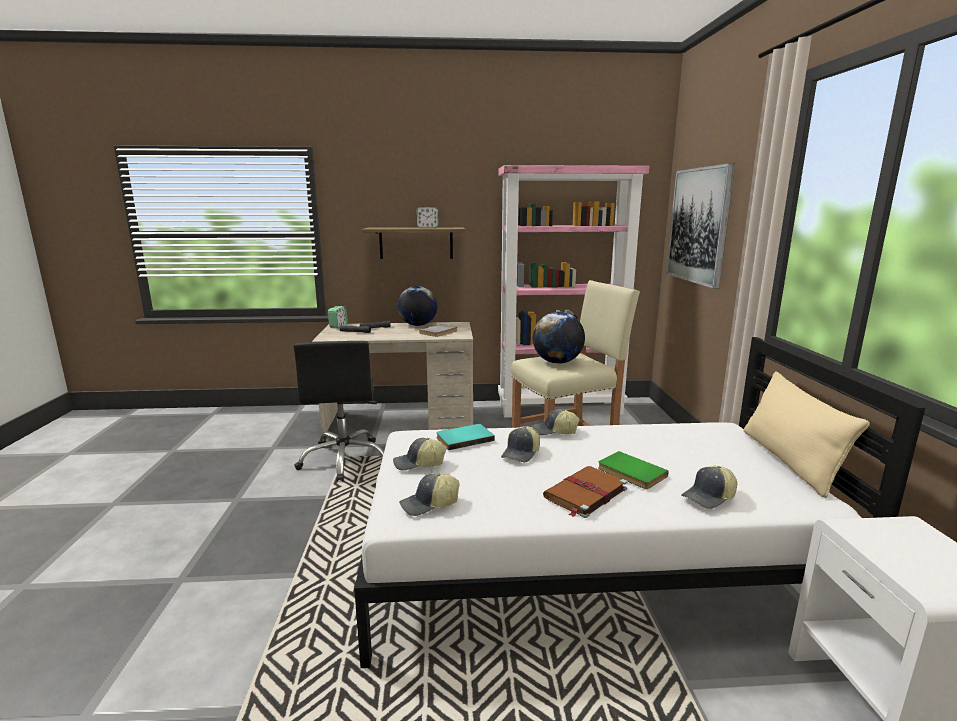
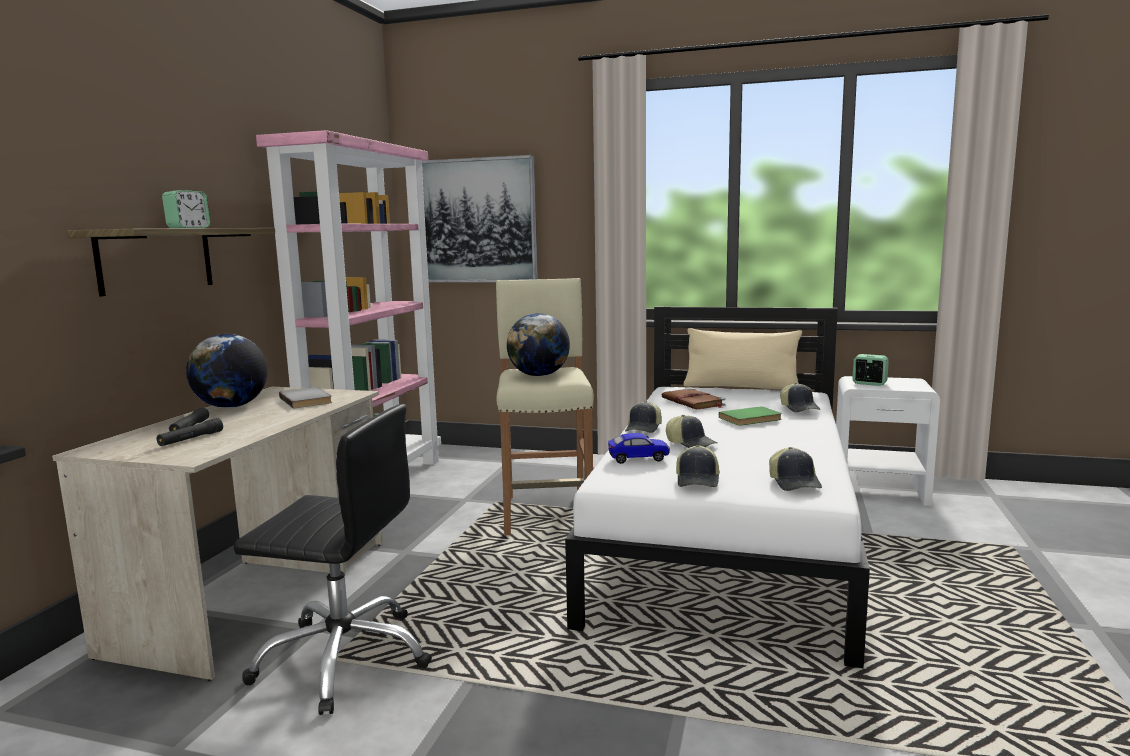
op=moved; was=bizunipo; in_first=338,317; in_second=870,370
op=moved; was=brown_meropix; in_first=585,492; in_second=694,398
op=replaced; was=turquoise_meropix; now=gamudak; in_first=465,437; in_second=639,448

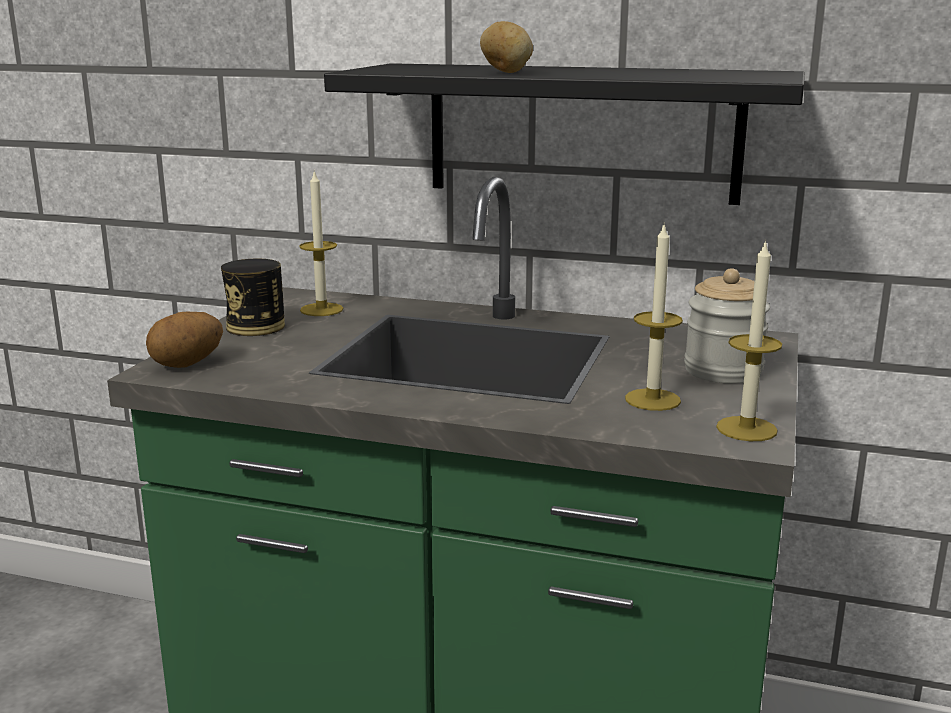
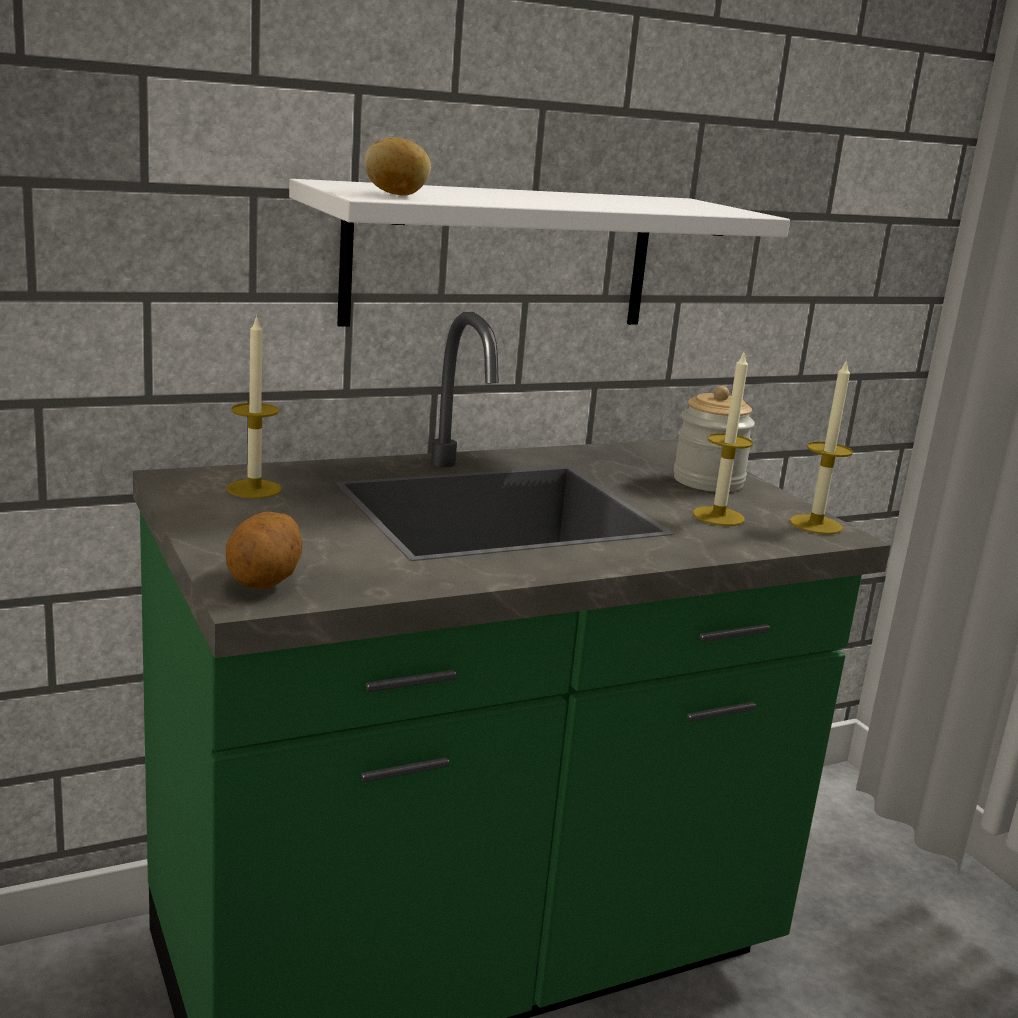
op=removed; was=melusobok; in_first=253,297
op=moved; was=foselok; in_first=506,47; in_second=397,166
op=recoloured; was=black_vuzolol; now=white_vuzolol; in_first=564,134; in_second=539,253

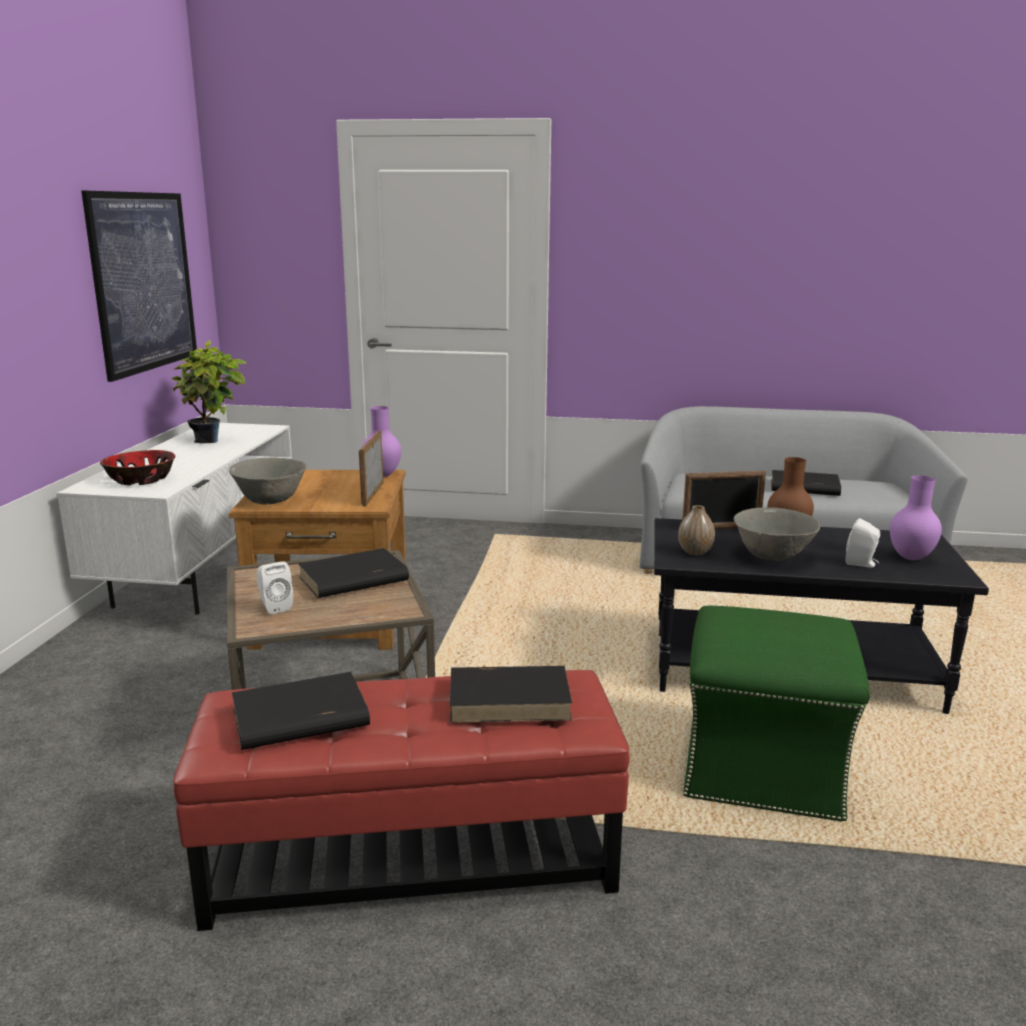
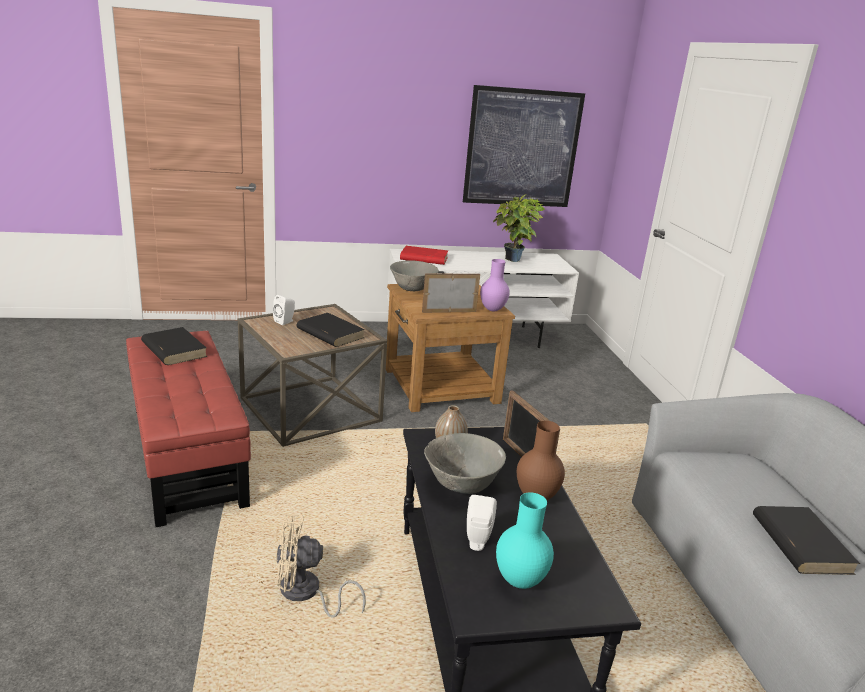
op=removed; was=black_meropix; in_first=511,694
op=replaced; was=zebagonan; now=red_meropix; in_first=137,468; in_second=424,255
op=replaced; was=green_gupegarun; now=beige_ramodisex; in_first=776,713; in_second=321,566
op=recoloured; was=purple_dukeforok; now=turquoise_dukeforok; in_first=916,517; in_second=525,540

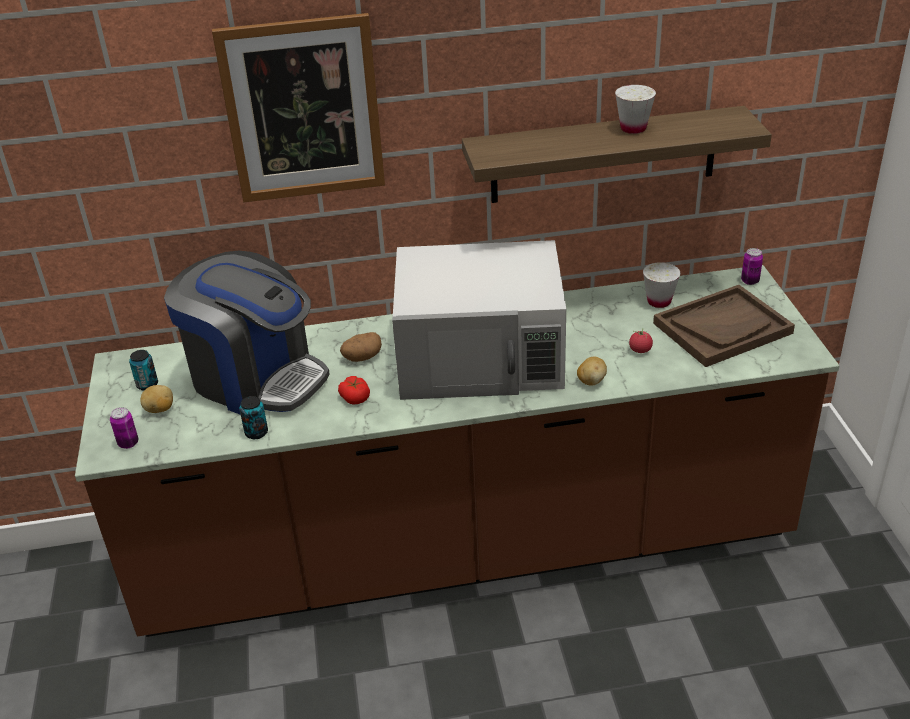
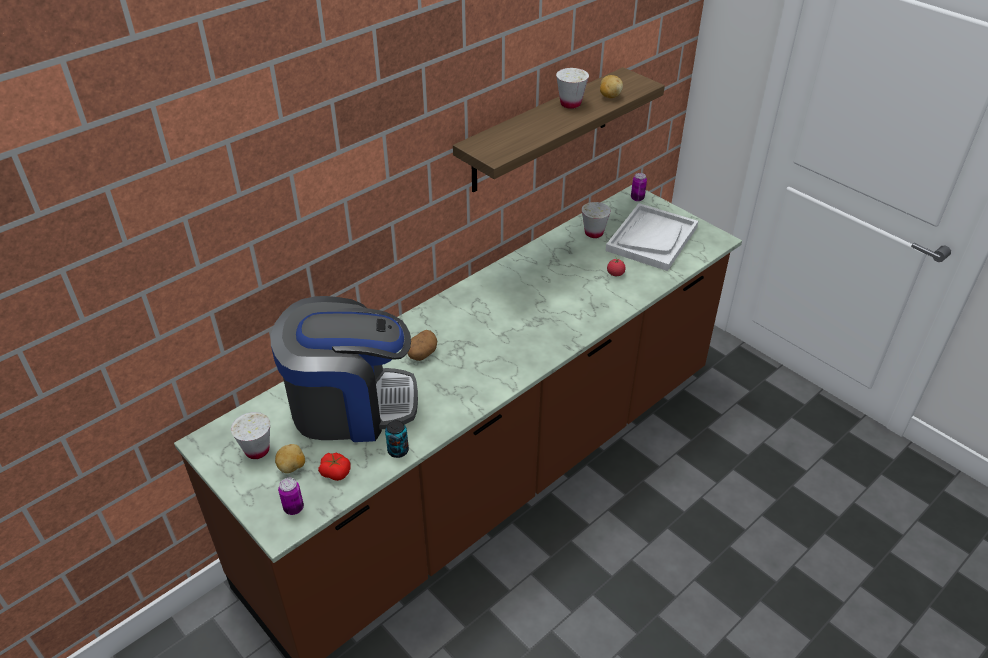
op=removed; was=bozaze; in_first=298,107
op=removed; was=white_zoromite; in_first=479,320
op=moved; was=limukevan; in_first=354,390; in_second=334,467
op=moved; was=foselok; in_first=592,371; in_second=611,86
op=replaced; was=melusobok; now=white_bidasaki; in_first=143,370; in_second=250,435
op=recoloured; was=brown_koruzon; now=white_koruzon; in_first=724,326; in_second=651,237

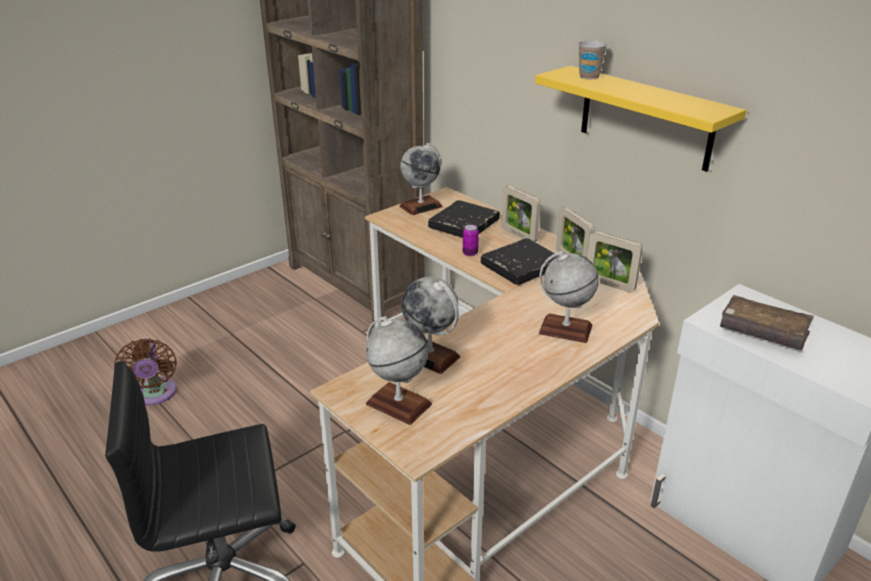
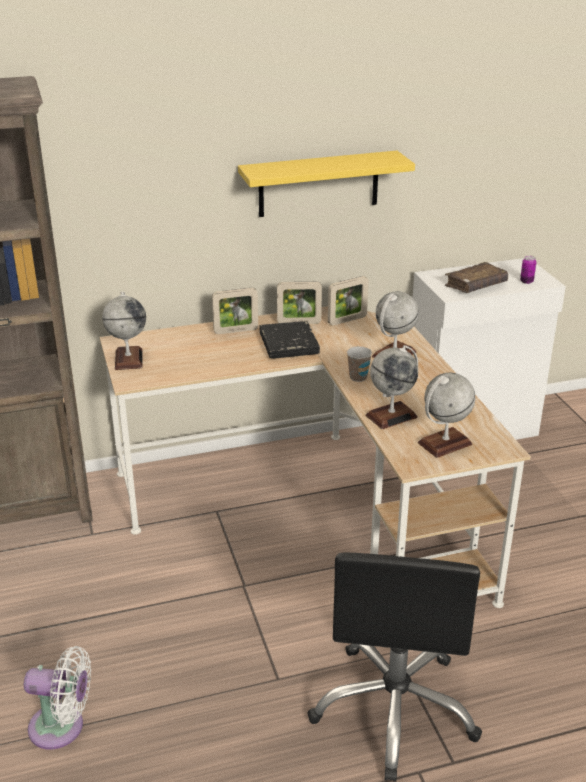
op=removed; was=black_meropix; in_first=464,219
op=moved; was=melusobok; in_first=471,240; in_second=528,270
op=moved; was=bidasaki; in_first=592,60; in_second=359,364
op=recoloured; was=brown_ramodisex; now=white_ramodisex; in_first=145,371; in_second=57,697

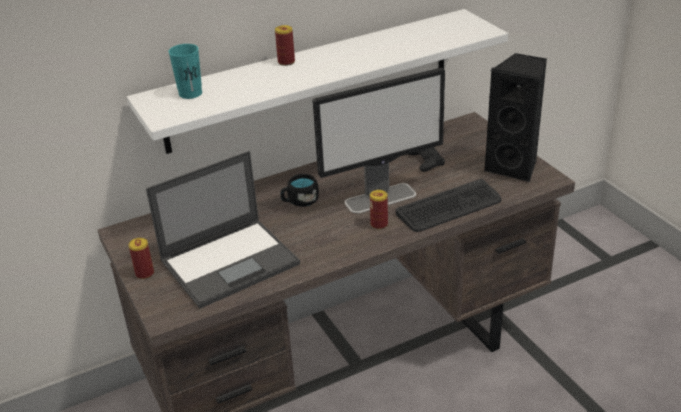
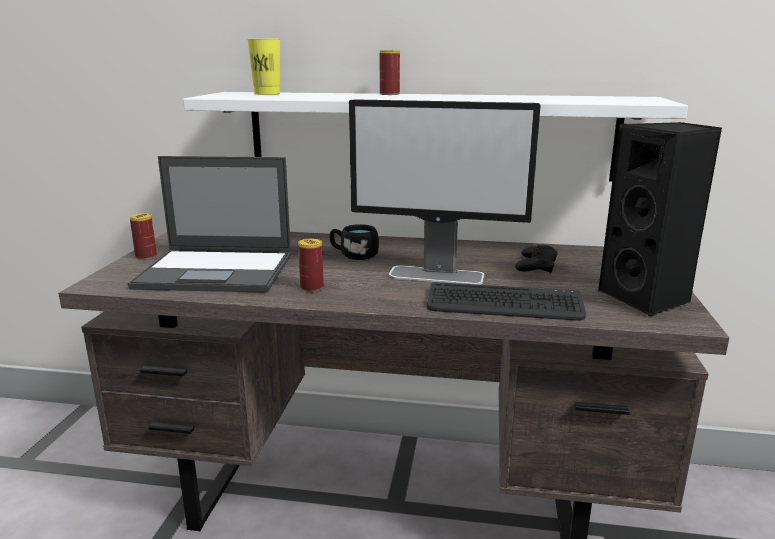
op=moved; was=melusobok; in_first=379,209; in_second=311,265
op=recoloured; was=turquoise_bidasaki; now=yellow_bidasaki; in_first=185,71; in_second=264,67

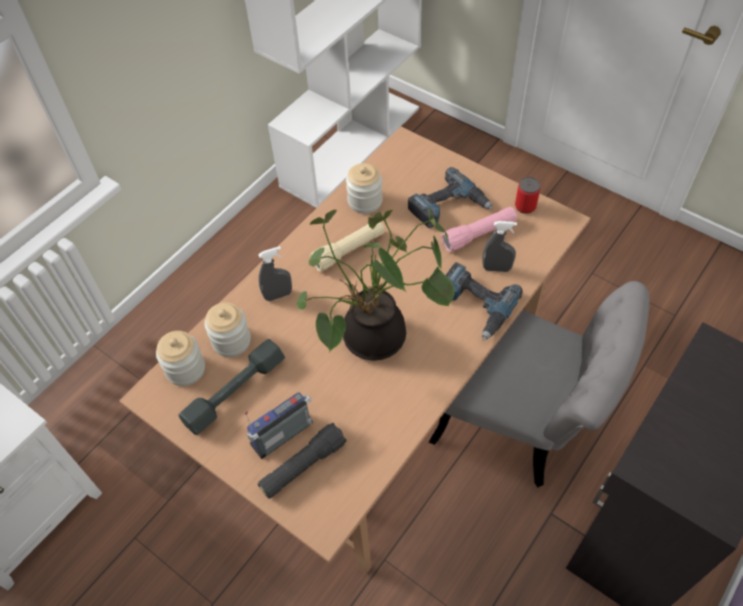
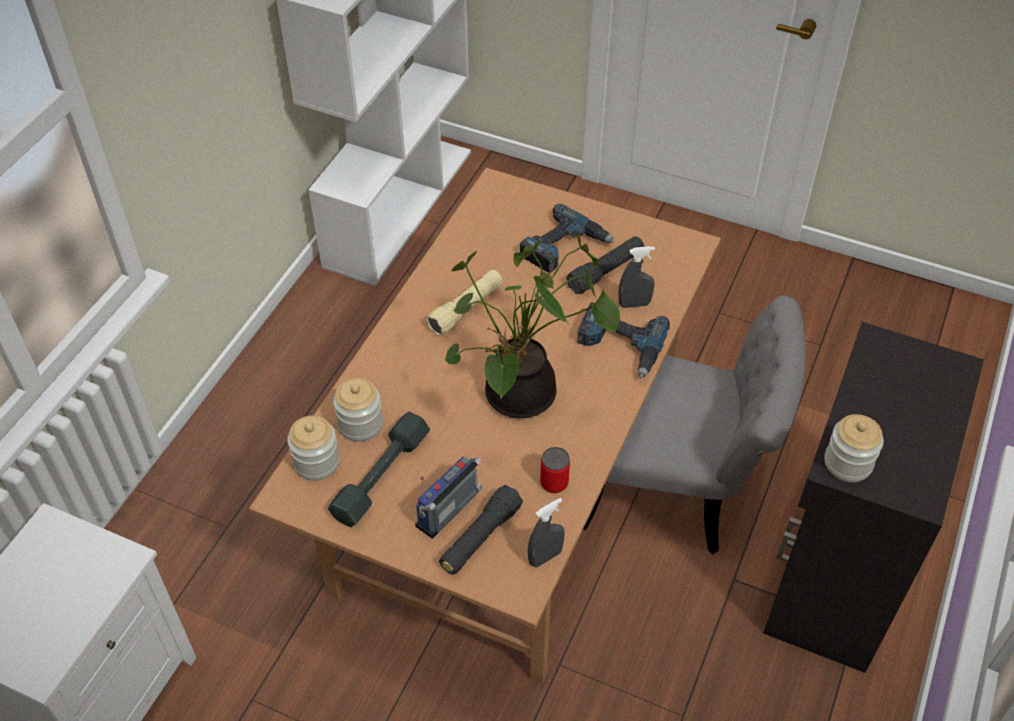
op=moved; was=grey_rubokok; in_first=275,273; in_second=546,532
op=moved; was=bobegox; in_first=364,188; in_second=854,448
op=moved; was=melusobok; in_first=527,195; in_second=555,470
op=recoloured; was=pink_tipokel; now=black_tipokel; in_first=479,229; in_second=605,265

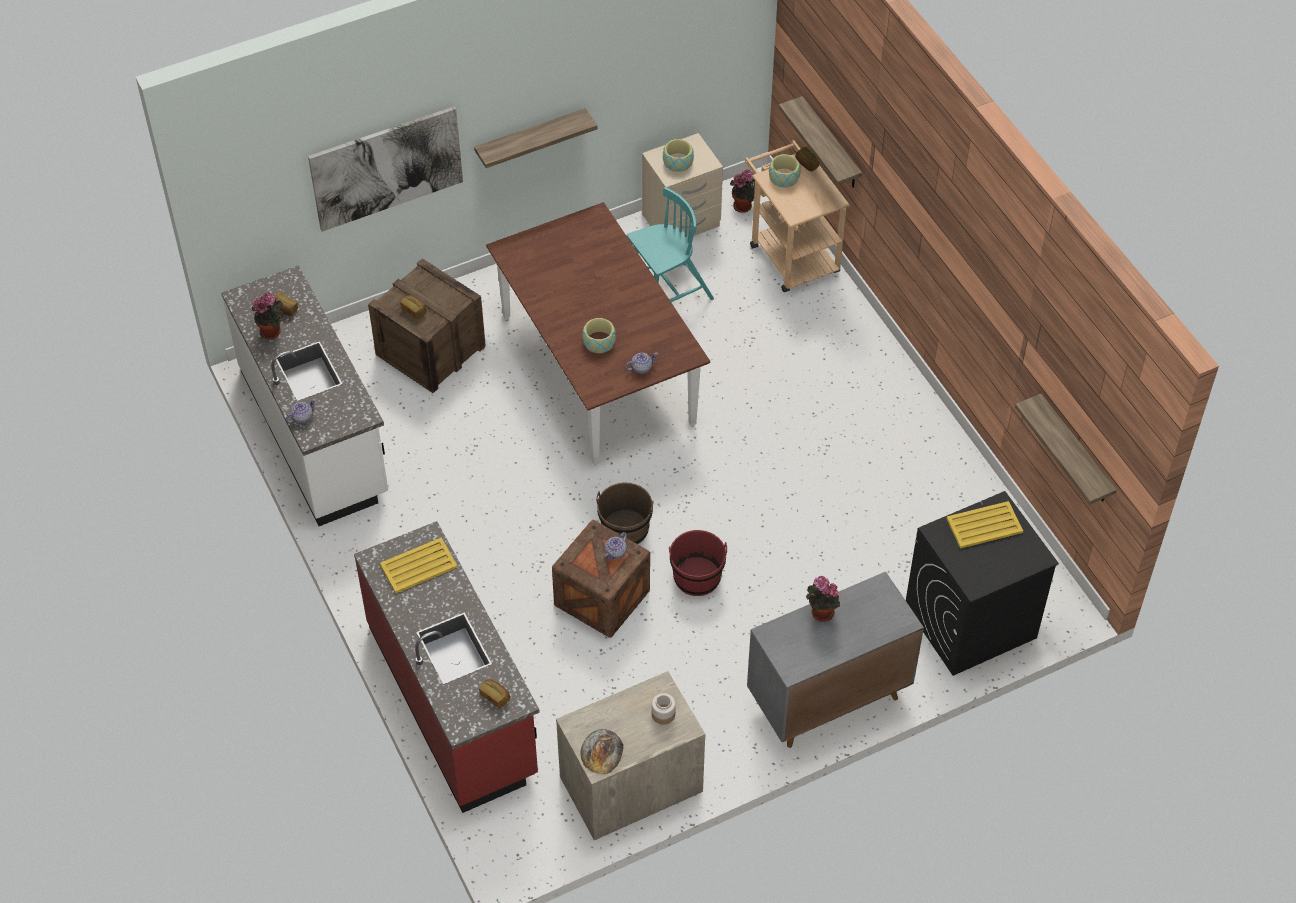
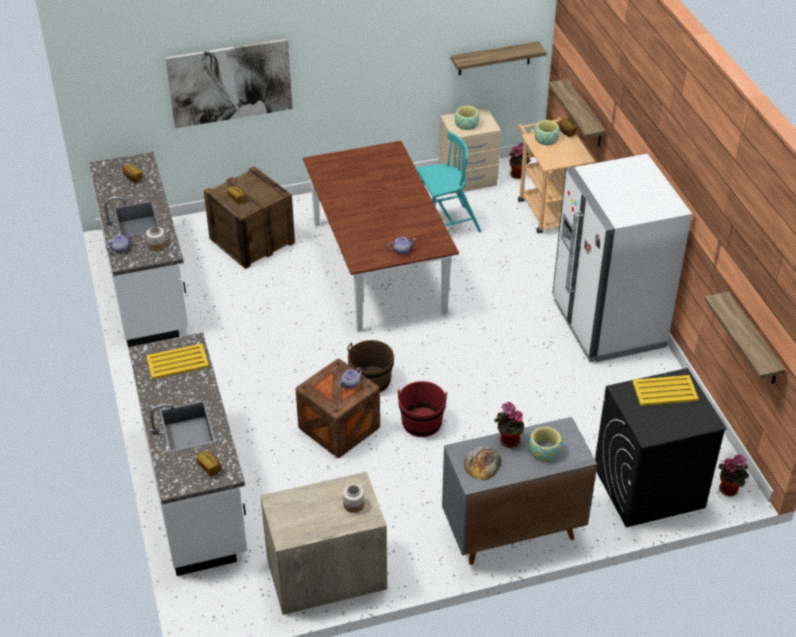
op=added; now=bobegox; in_second=156,238
op=added; now=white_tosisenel; in_second=622,258
op=moved; was=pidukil; in_first=268,316; in_second=733,475
op=moved; was=vuzolol; in_first=536,138; in_second=499,58
op=moved; was=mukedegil; in_first=601,751; in_second=483,463
op=moved; was=zebagonan; in_first=599,335; in_second=545,444
op=recoloured; was=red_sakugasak; now=white_sakugasak; in_first=447,667; in_second=187,454

